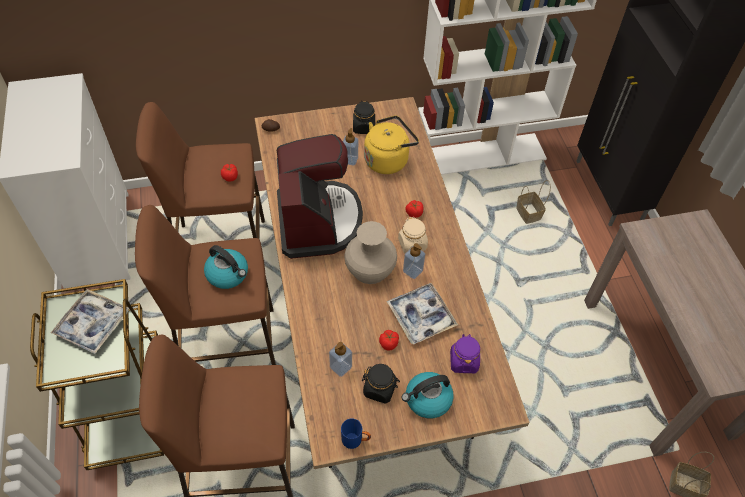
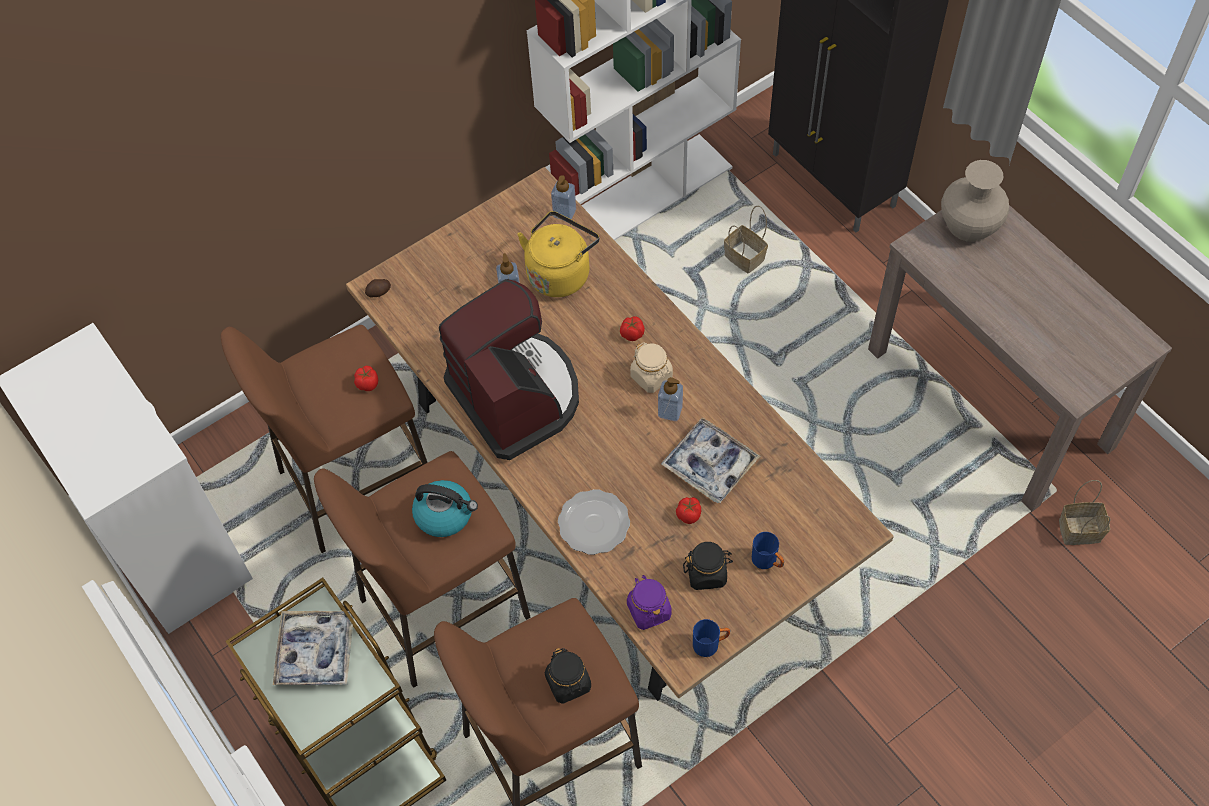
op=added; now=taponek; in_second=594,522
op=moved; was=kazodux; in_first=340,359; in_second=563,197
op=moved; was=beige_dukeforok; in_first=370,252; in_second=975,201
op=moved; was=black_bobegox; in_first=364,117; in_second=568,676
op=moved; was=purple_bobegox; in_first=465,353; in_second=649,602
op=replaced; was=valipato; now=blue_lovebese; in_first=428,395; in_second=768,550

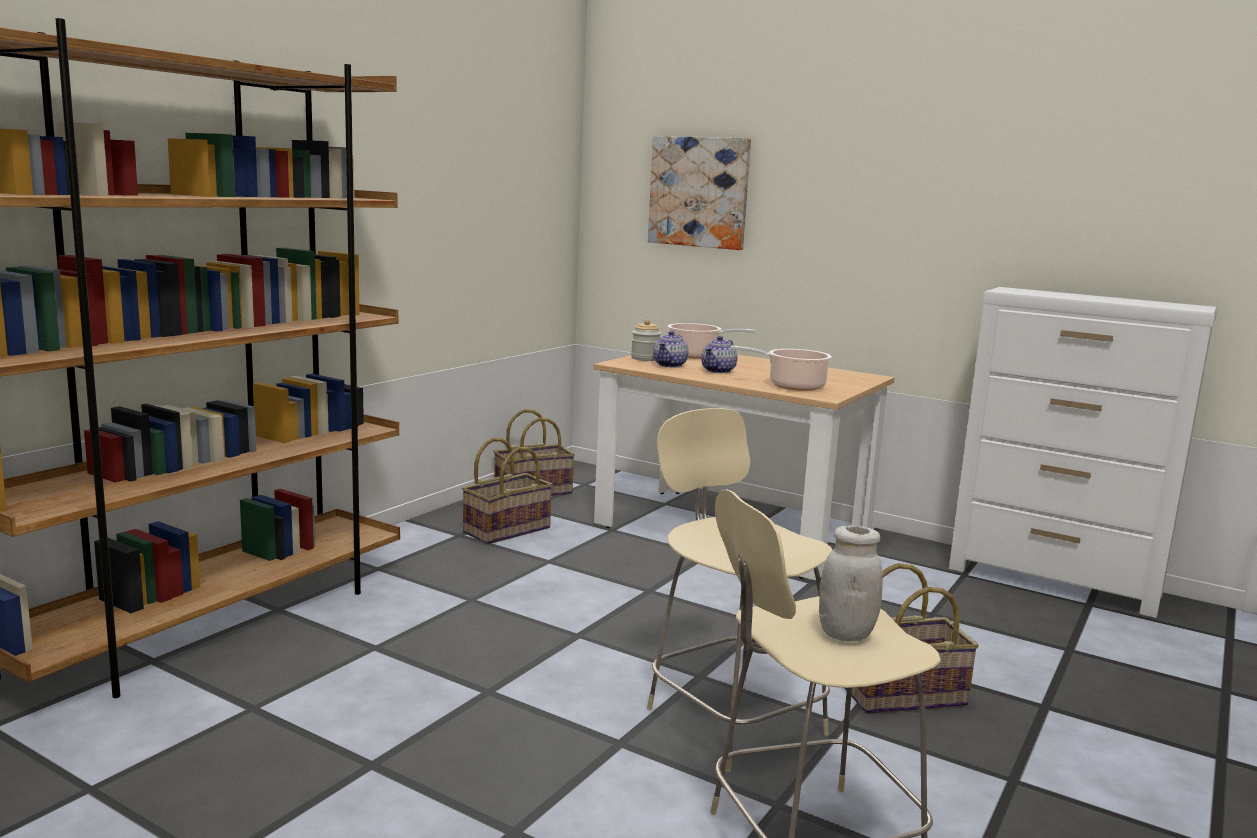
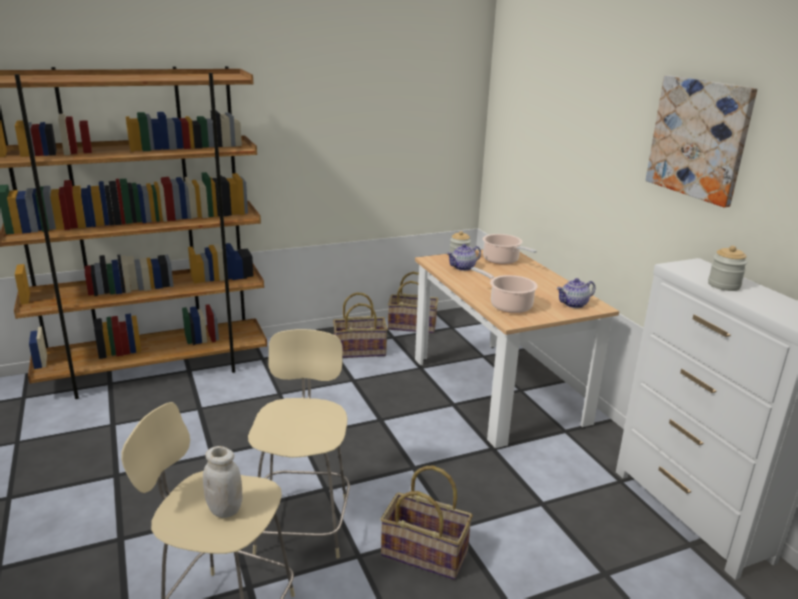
op=added; now=bobegox; in_second=727,268
op=moved; was=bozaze; in_first=699,193; in_second=702,141
op=moved; was=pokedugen; in_first=719,354; in_second=575,293

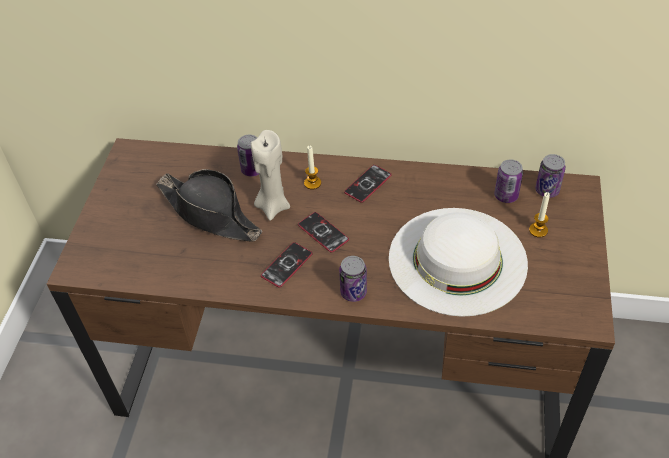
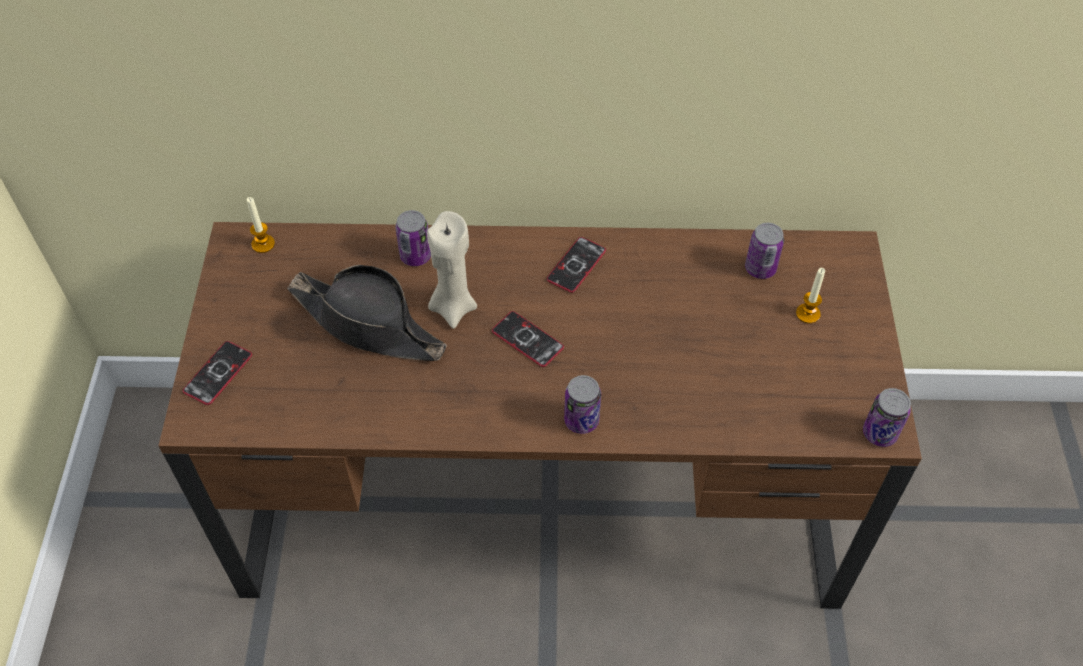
op=removed; was=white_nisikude; in_first=458,262
op=moved; was=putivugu; in_first=286,265; in_second=217,373
op=moved; was=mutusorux; in_first=312,167; in_second=261,225
op=moved; was=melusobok; in_first=550,176; in_second=887,417

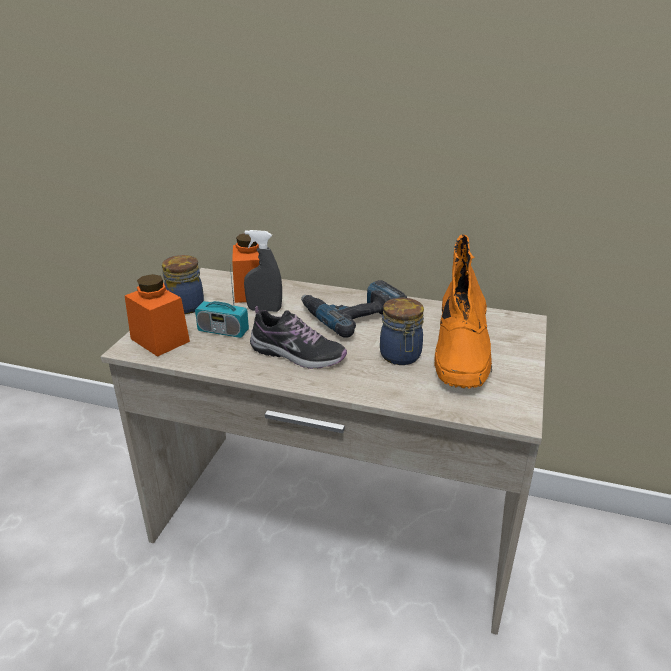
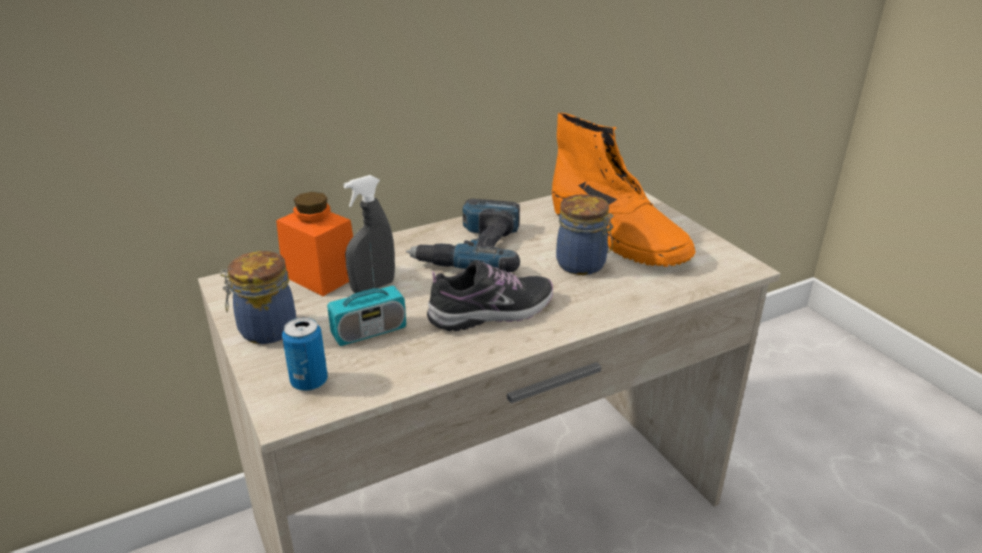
op=replaced; was=orange_bobegox; now=melusobok; in_first=157,315; in_second=305,354

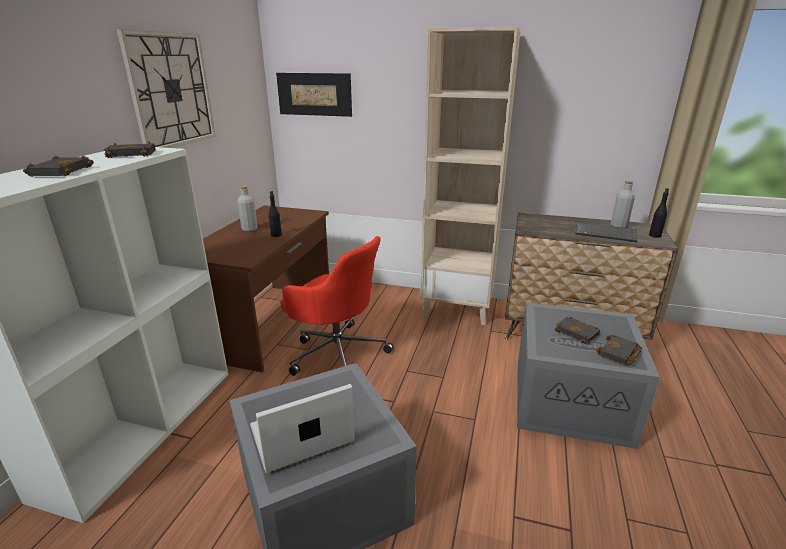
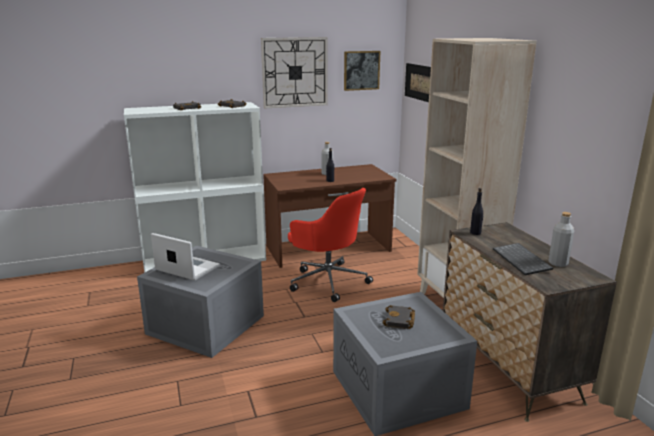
op=removed; was=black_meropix; in_first=619,350
op=added; now=bozaze; in_second=362,71
op=moved; was=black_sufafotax; in_first=659,213; in_second=477,211
op=turned; was=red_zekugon; in_first=337,306; in_second=330,245; clockwise=-45

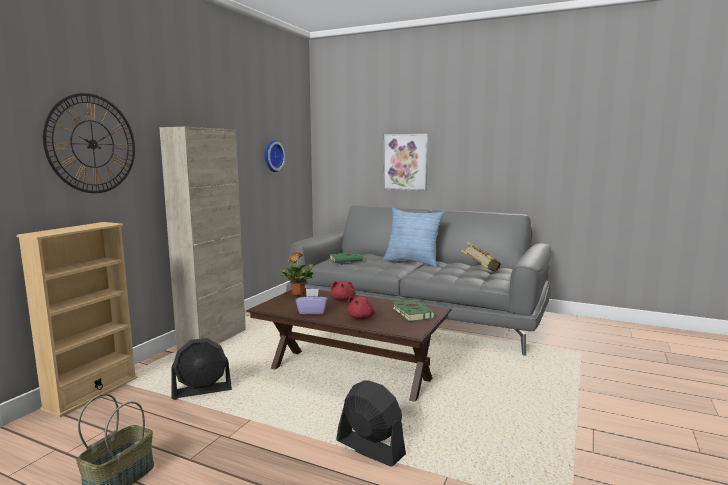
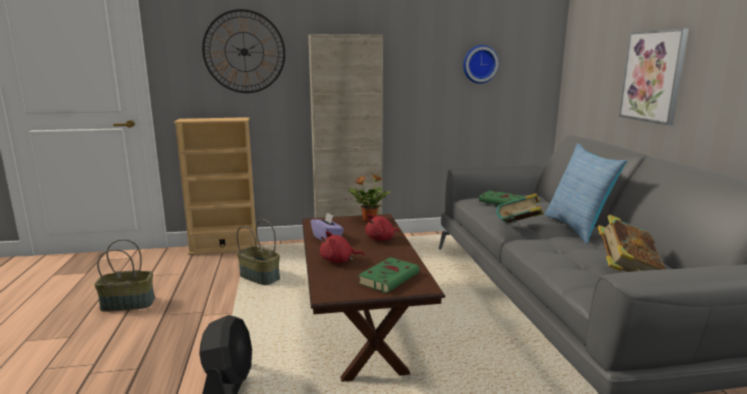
op=added; now=meropix; in_second=520,208
op=replaced; was=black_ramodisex; now=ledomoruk; in_first=201,369; in_second=258,252

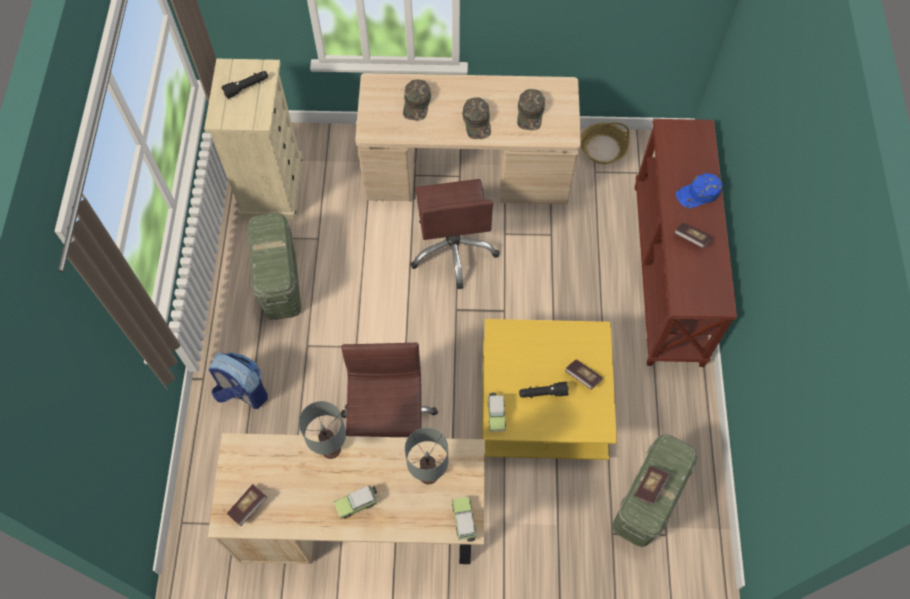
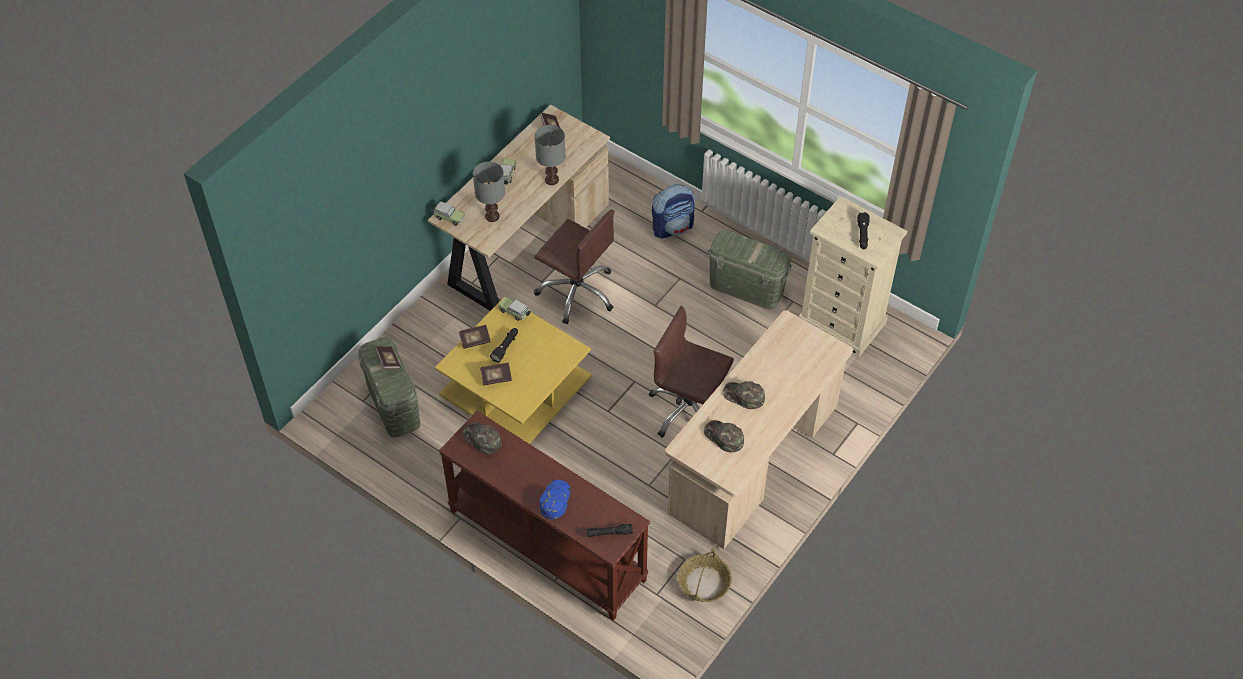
op=added; now=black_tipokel; in_second=610,530
op=moved; was=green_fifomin; in_first=417,99; in_second=482,438
op=moved; was=meropix; in_first=693,235; in_second=475,337

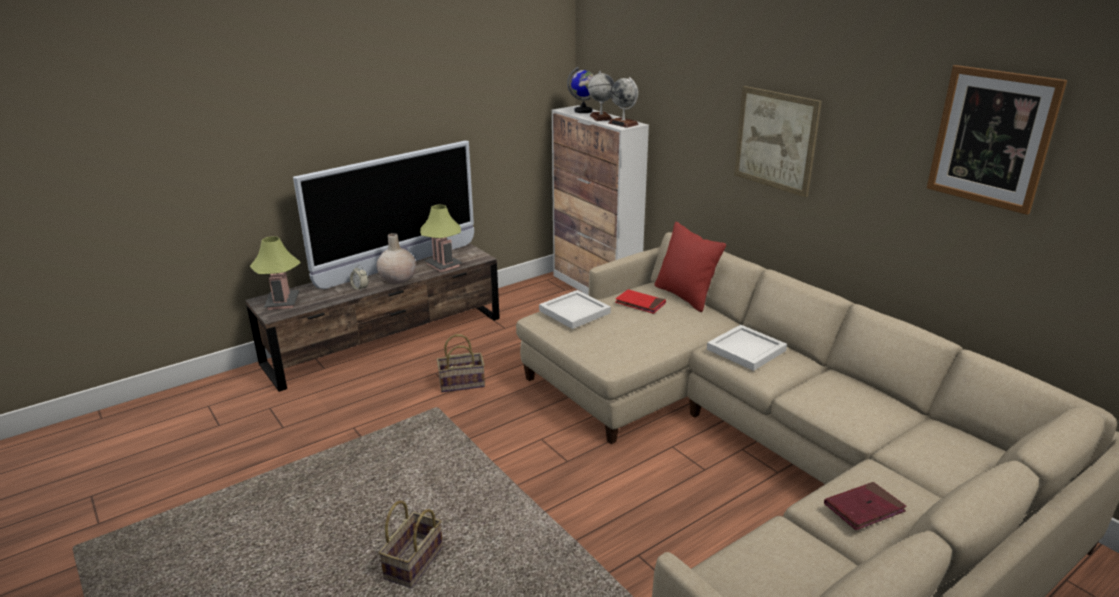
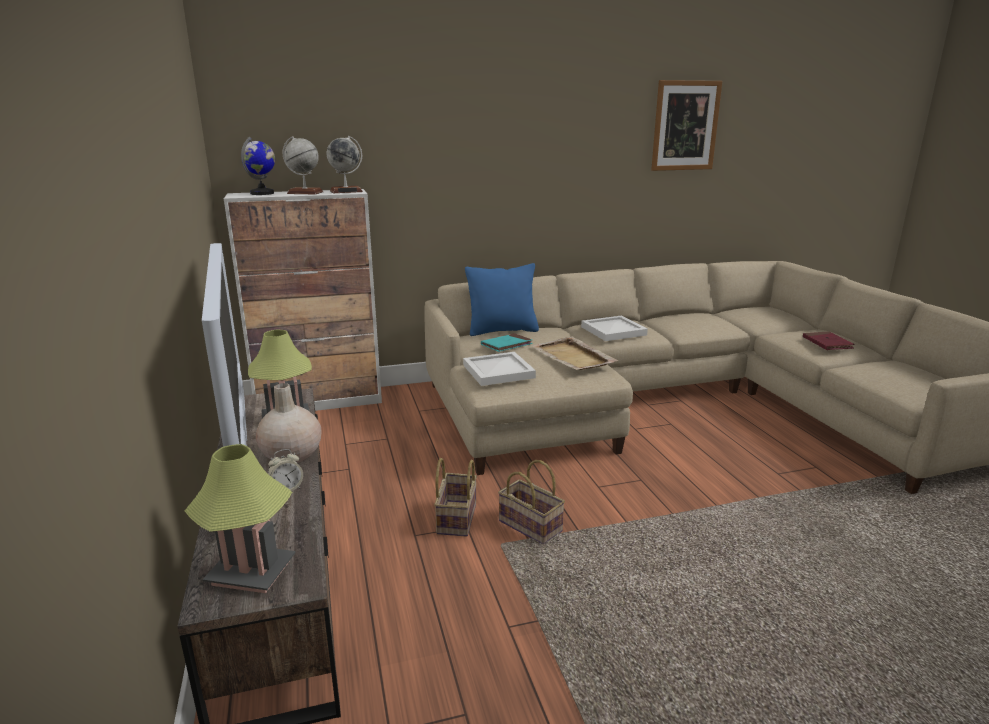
op=removed; was=bozaze; in_first=778,141
op=added; now=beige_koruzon; in_second=575,353
op=moved; was=ledomoruk; in_first=411,544; in_second=531,502
op=recoloured; was=red_meropix; now=turquoise_meropix; in_first=640,301; in_second=507,342
op=recoloured; was=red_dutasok; now=blue_dutasok; in_first=690,267; in_second=502,299

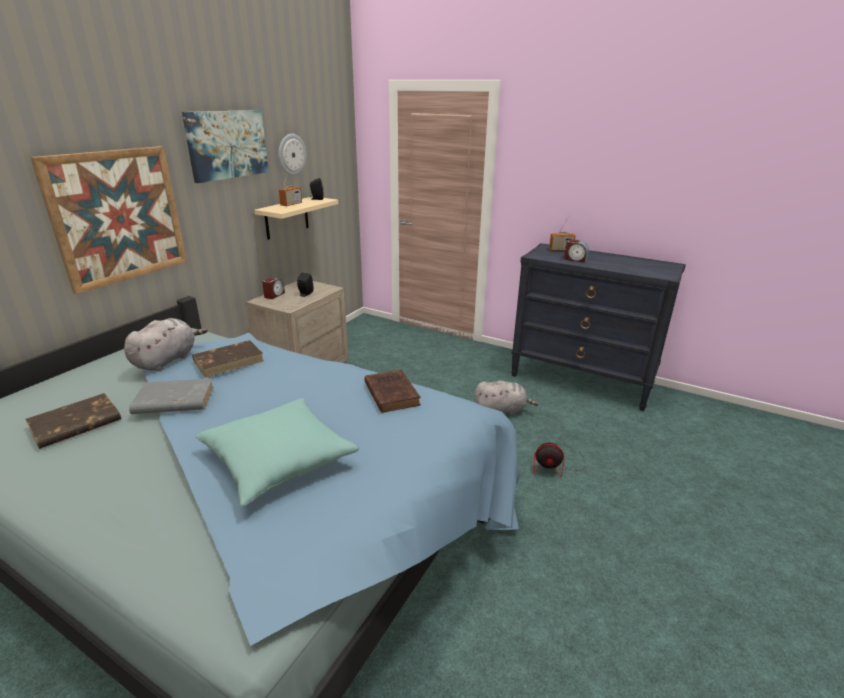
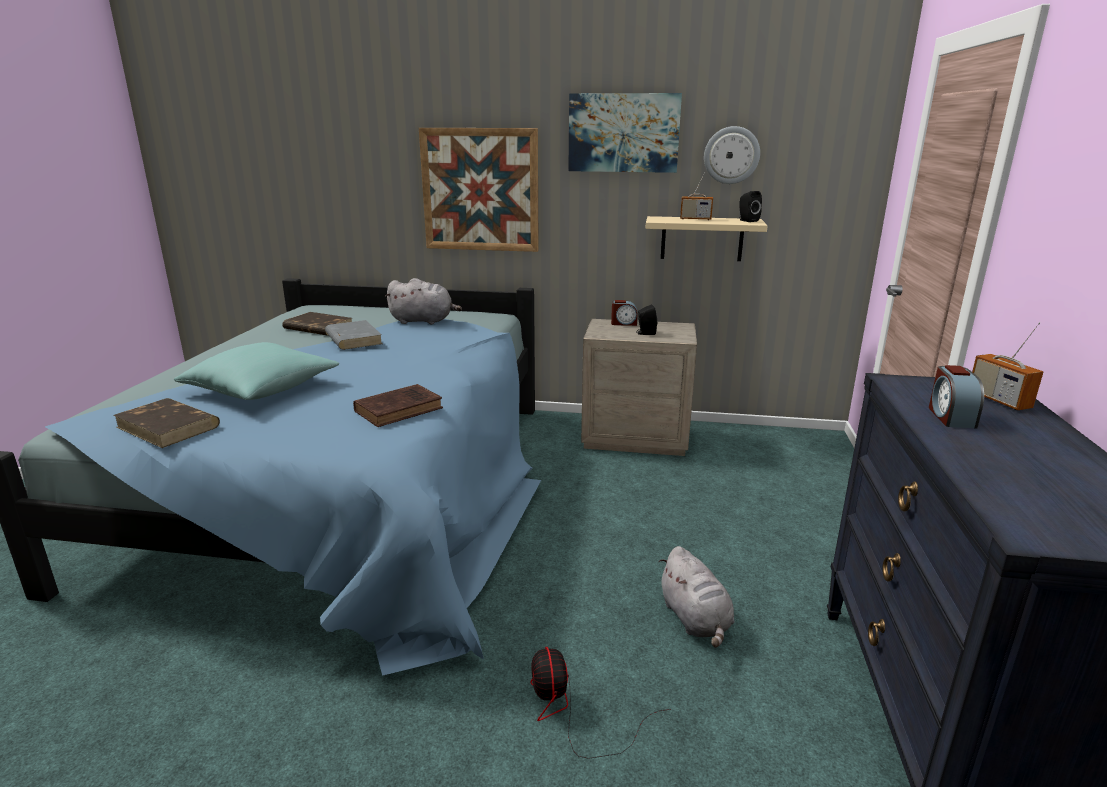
op=moved; was=brown_meropix; in_first=228,359; in_second=166,423

